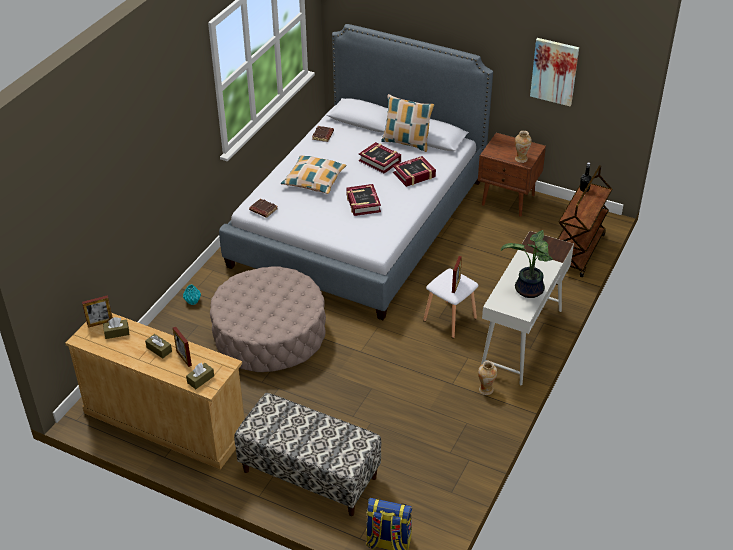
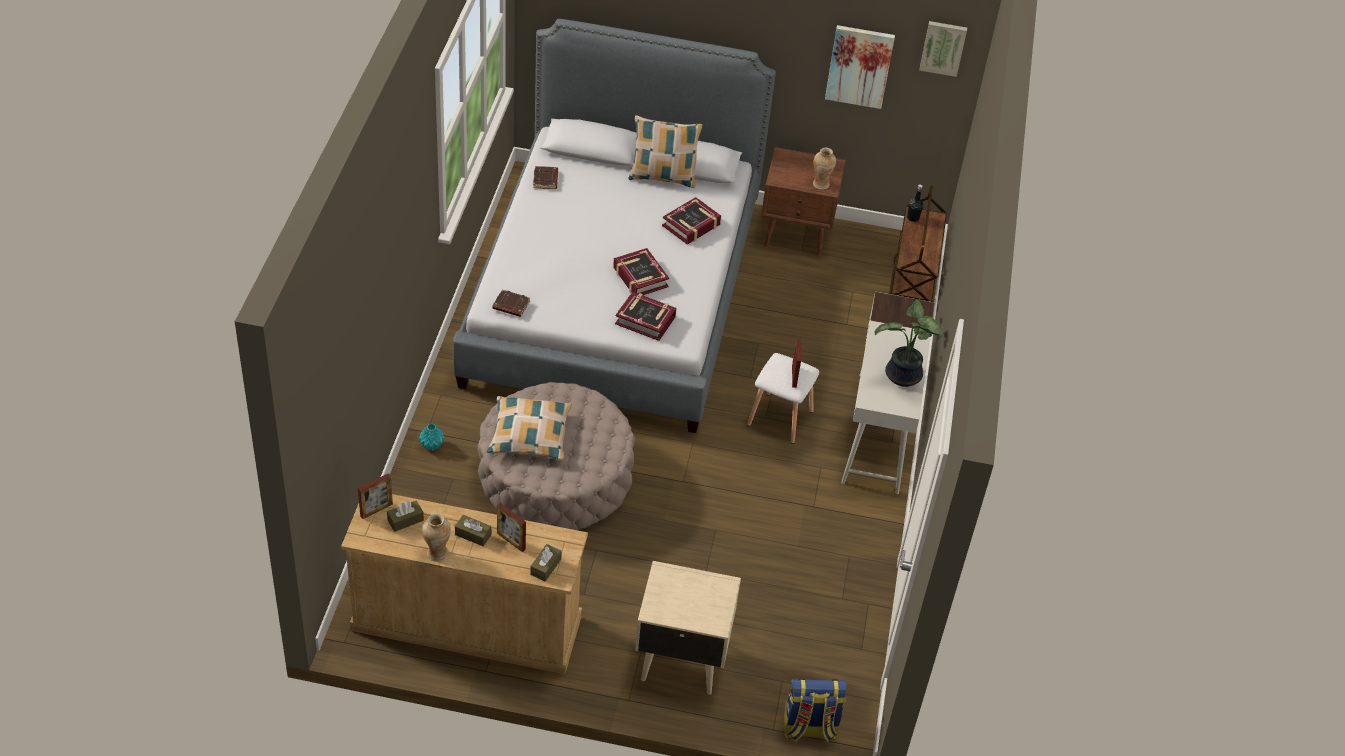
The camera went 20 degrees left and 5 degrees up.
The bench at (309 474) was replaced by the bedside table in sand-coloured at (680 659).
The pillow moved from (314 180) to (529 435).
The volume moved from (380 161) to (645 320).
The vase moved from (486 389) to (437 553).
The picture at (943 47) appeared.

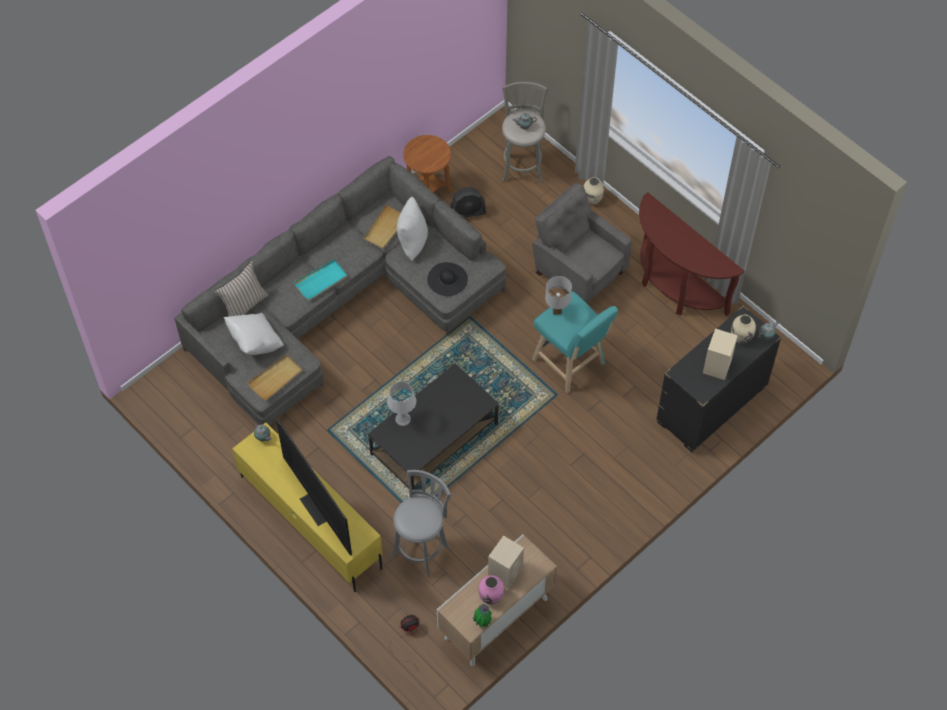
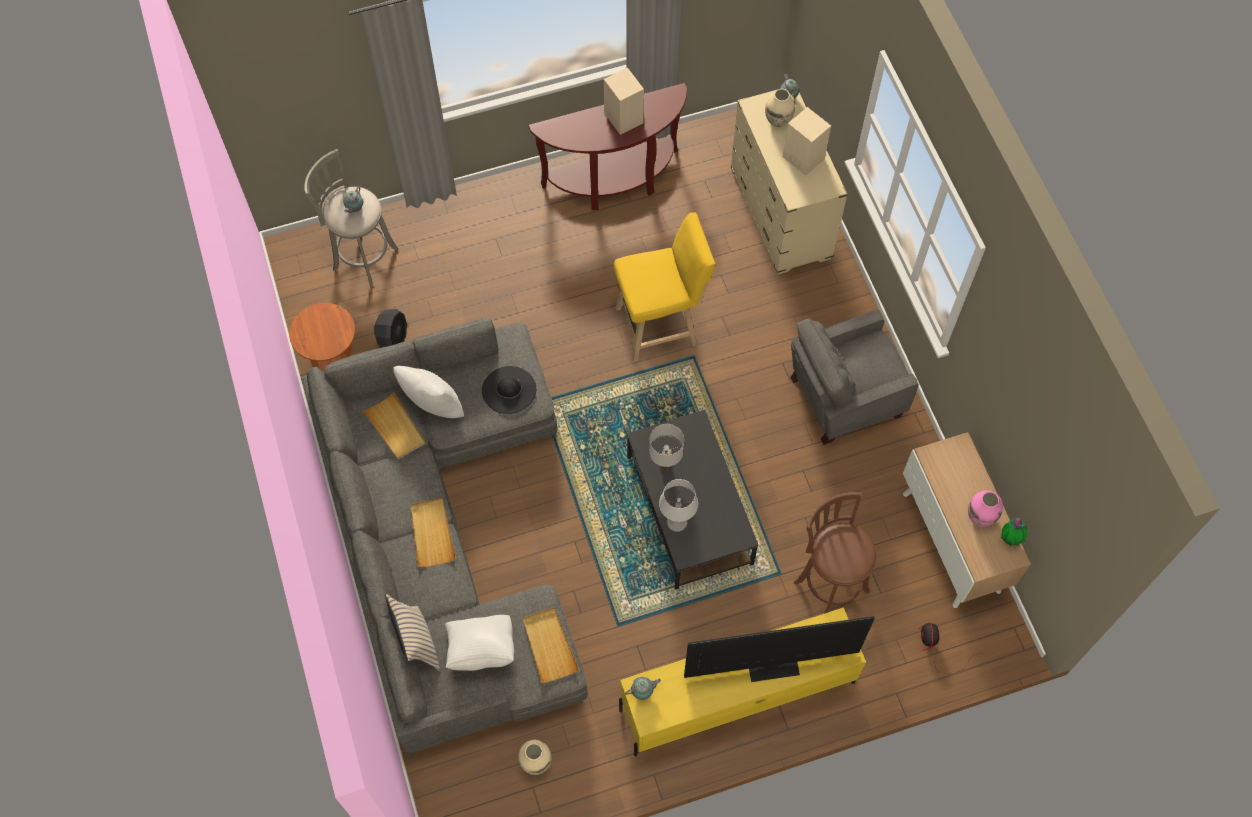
The camera went 65 degrees left and 5 degrees up.
The serving tray in turquoise-coloured at (321 281) became the serving tray in sand-coloured at (432 533).
The stool seat in grey at (422 548) became the stool seat in brown at (829 584).
The audio speaker in sand-coloured moved from (506 571) to (623 117).
The lounge chair in grey moved from (578 271) to (842 397).
The stool seat in turquoise-coloured at (571 364) became the stool seat in yellowish at (661 325).
The table lamp in white moved from (556 312) to (665 465).
The vase in sand-coloured moved from (592 199) to (535 762).
The drawer chest in black-coloured at (711 405) became the drawer chest in sand-coloured at (780 215).

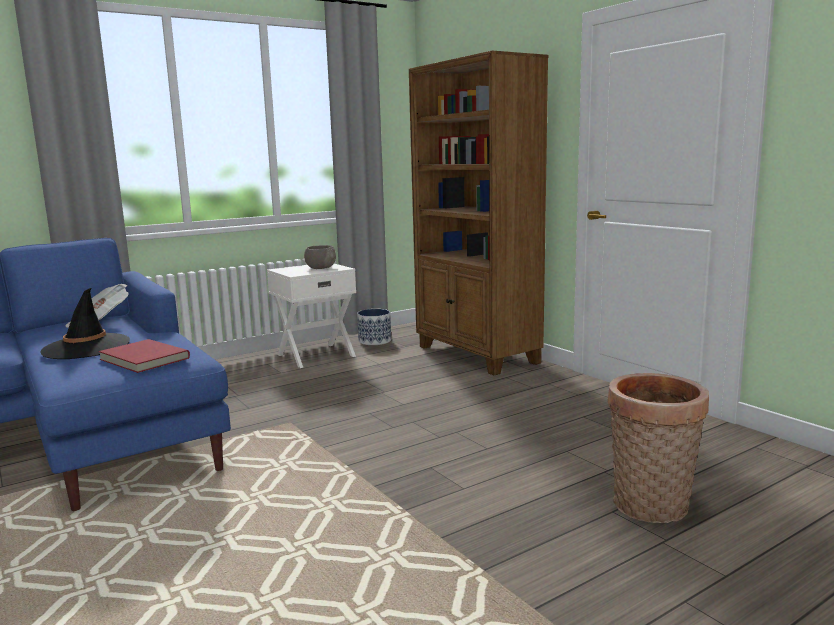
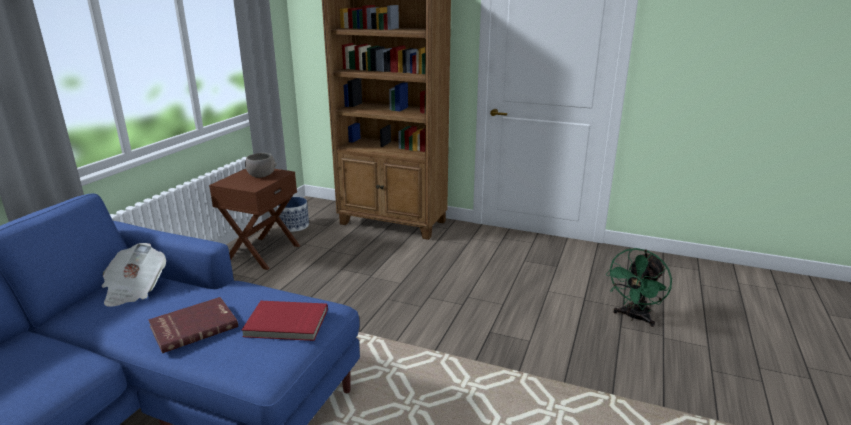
The camera went 35 degrees left and 10 degrees up.
The clothing hat in black-coloured at (86 347) was replaced by the volume in red at (193 326).
The bedside table in white at (315 355) became the bedside table in brown at (262 252).
The storage basket at (651 508) was replaced by the cooling fan in green at (634 317).

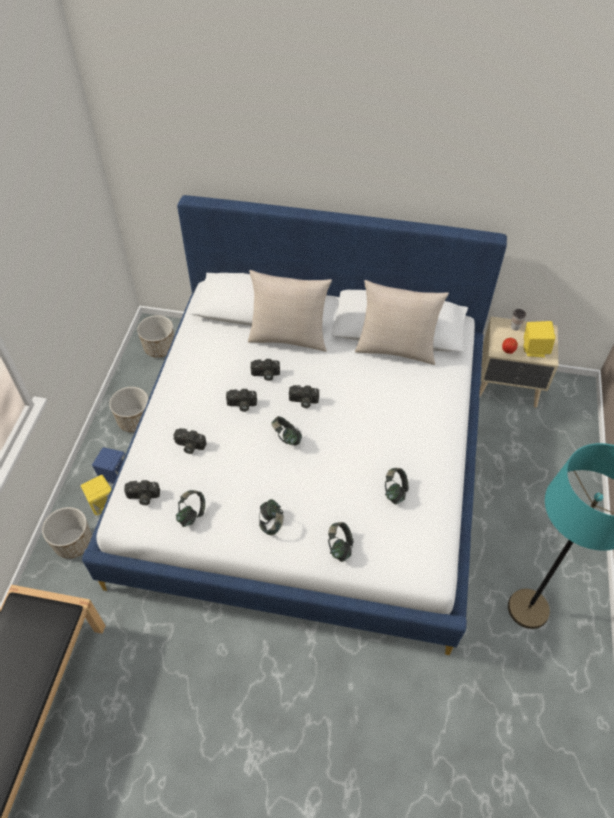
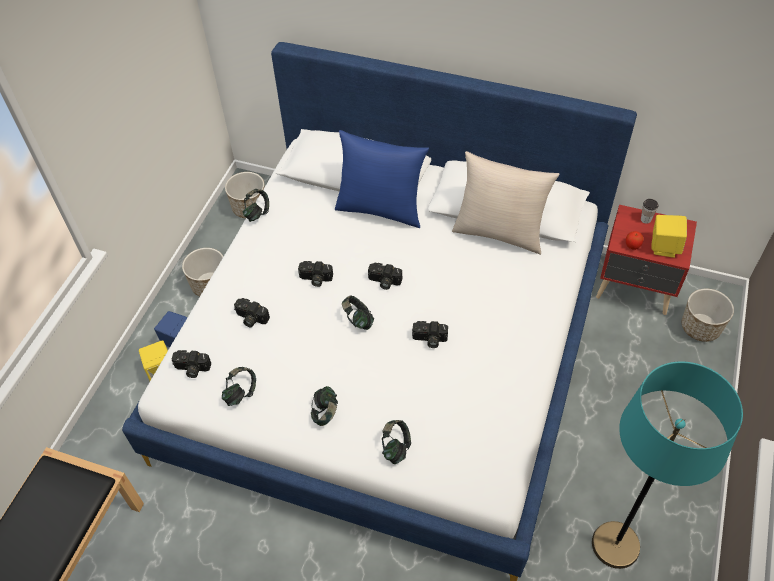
The camera went 10 degrees right and 0 degrees up.
The planter moved from (73 542) to (700 327).
The pillow in sand-coloured at (289 337) became the pillow in bluish at (381 209).
The still camera moved from (265 375) to (429 339).
The headset moved from (395 492) to (257 213).
The bedside table in sand-coloured at (507 387) became the bedside table in red at (635 289).

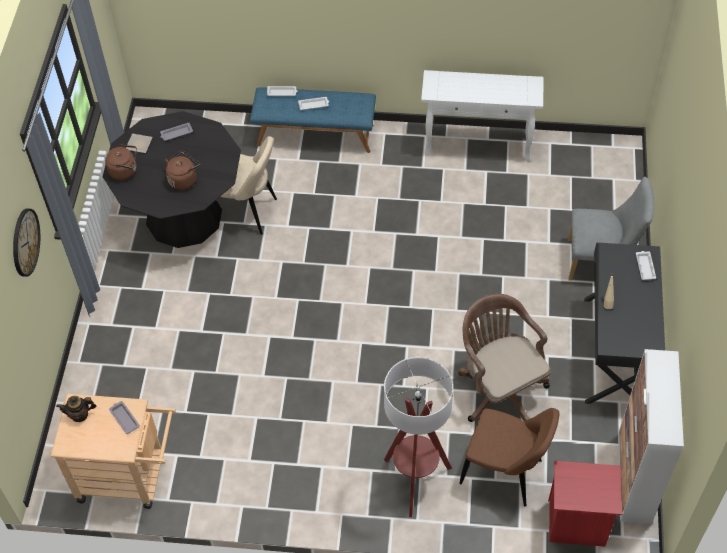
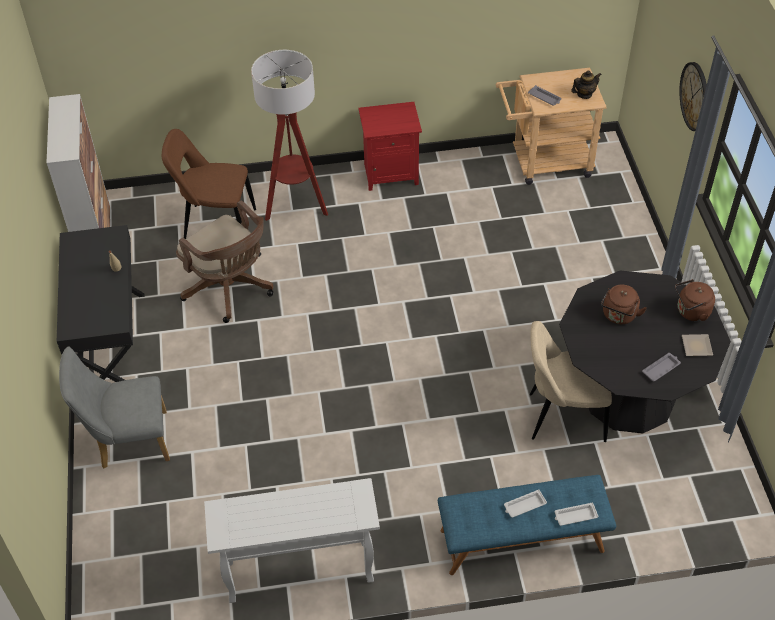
The camera went 165 degrees right and 5 degrees down.
The bedside table in red moved from (577 524) to (390 173).
The serving tray in white at (645 266) disappeared.

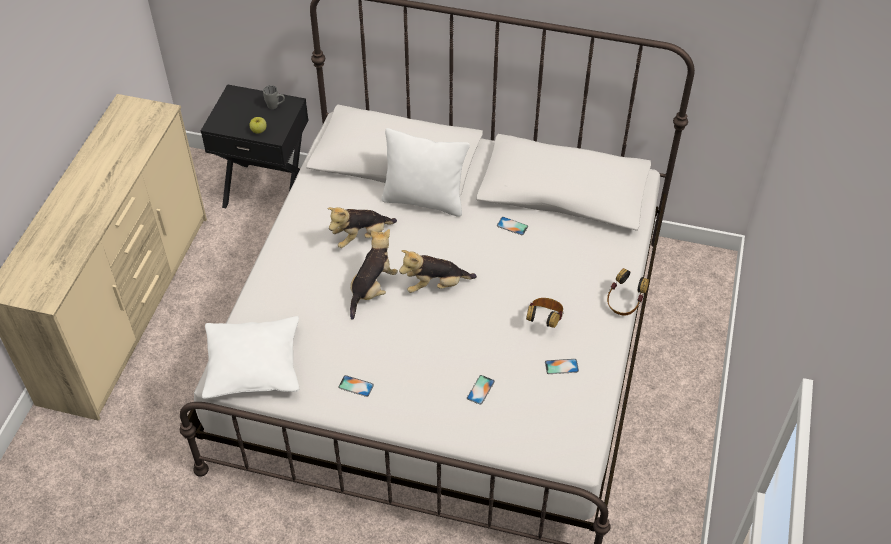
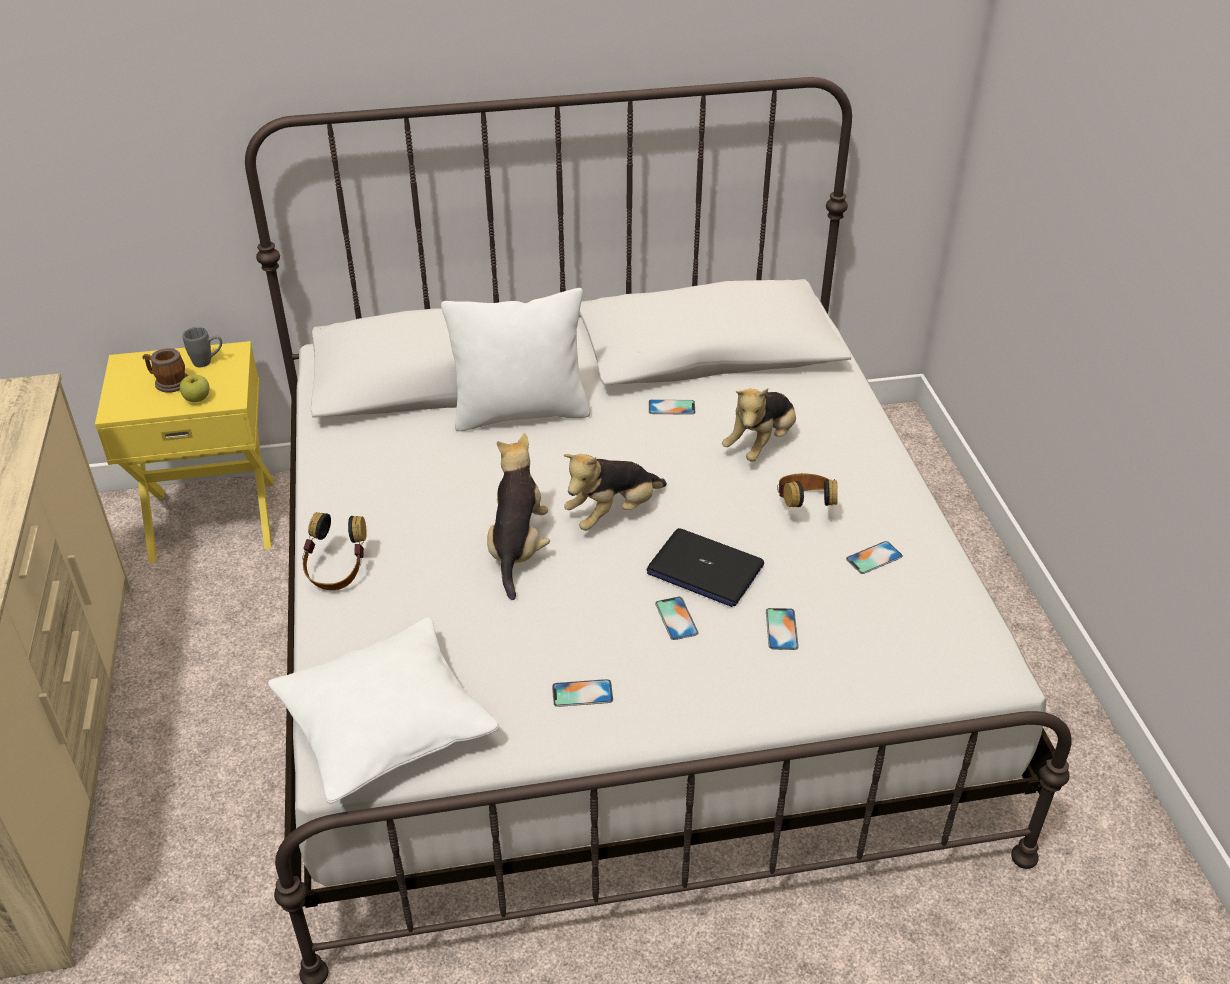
The camera went 25 degrees left and 10 degrees down.
The bedside table in black-coloured at (267 190) became the bedside table in yellowish at (213 517).
The plush toy moved from (361 237) to (761 444).
The headset moved from (624 303) to (337 571).
The coffee mug at (168 382) appeared.
The laptop at (704 569) appeared.
The telephone at (676 618) appeared.

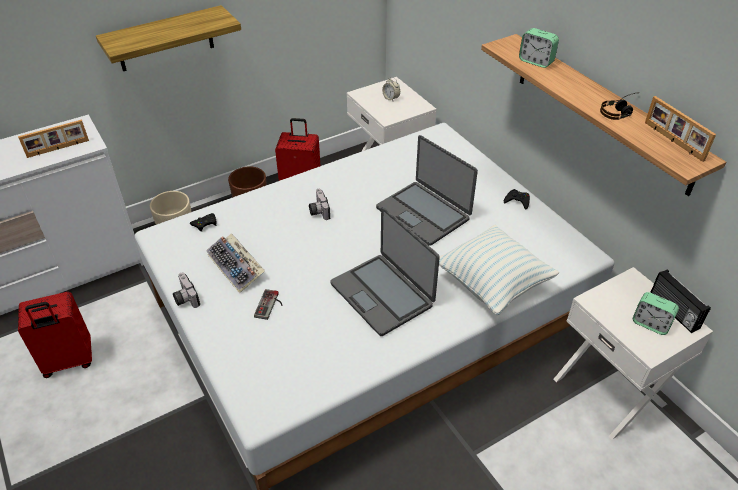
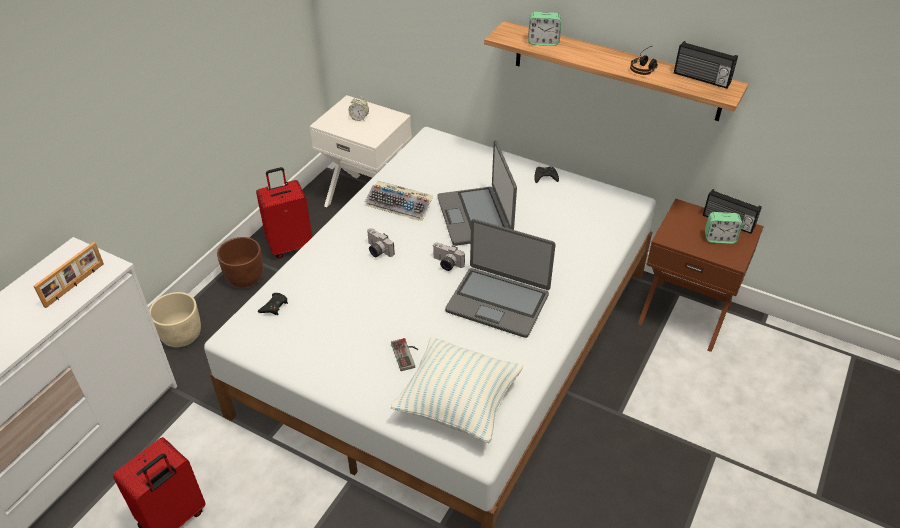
The camera went 30 degrees left and 0 degrees up.
The shelf at (165 39) disappeared.
The still camera moved from (185 298) to (446 264).
The PC keyboard moved from (237 267) to (400 205).
The laptop at (423 213) turned 60 degrees clockwise.
The pillow moved from (492 284) to (458 404).
The bedside table in white at (610 390) became the bedside table in brown at (685 314).
The photo frame at (672 141) was replaced by the radio receiver at (701 79).

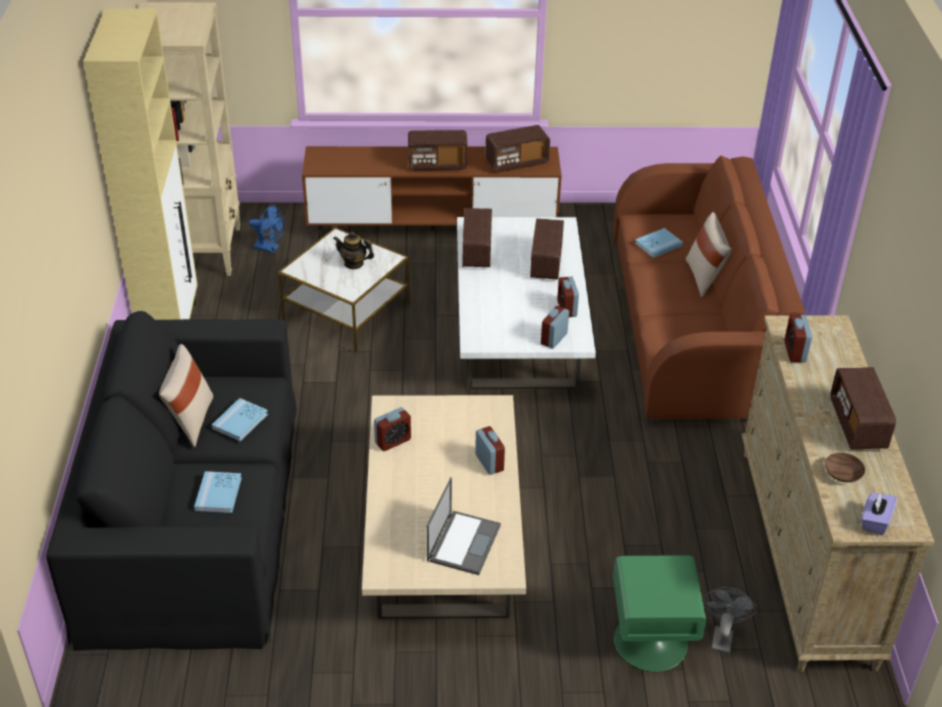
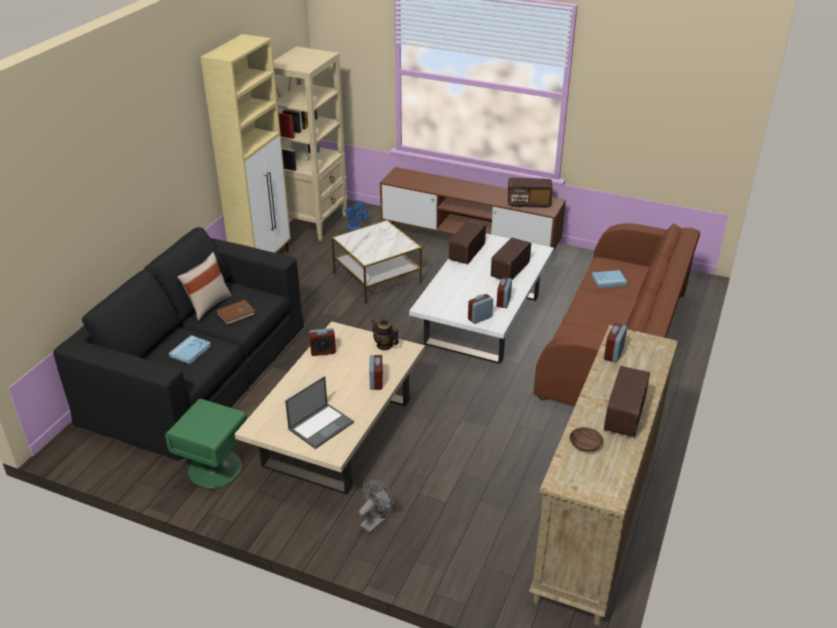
The camera went 25 degrees right and 5 degrees down.
The volume in bluish at (240 421) became the volume in brown at (236 314).
The teapot moved from (354 263) to (384 345).
The radio receiver at (437 164) disappeared.
The bedside table in green moved from (650 642) to (214 469).
The pillow in sand-coloured at (704 278) disappeared.
The cooling fan in grey moved from (722 636) to (375 520).
The box of tissues in purple at (875 521) disappeared.

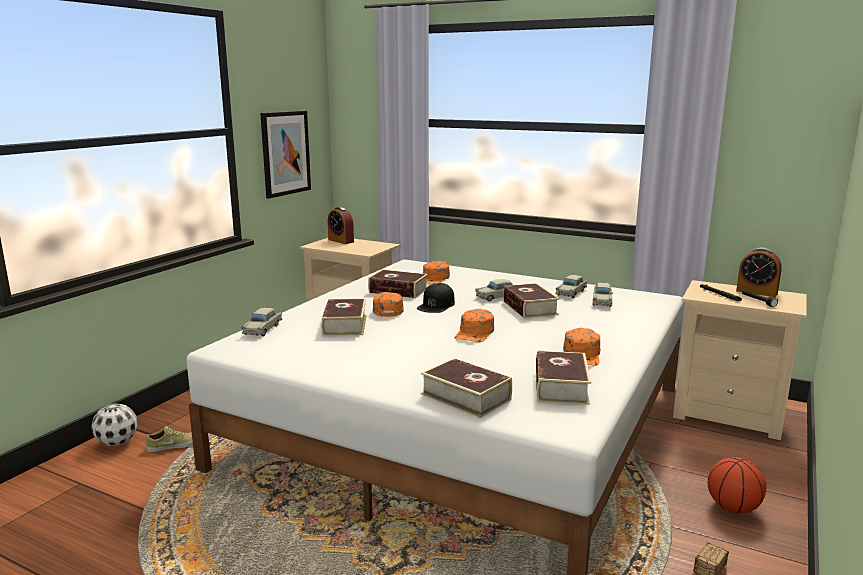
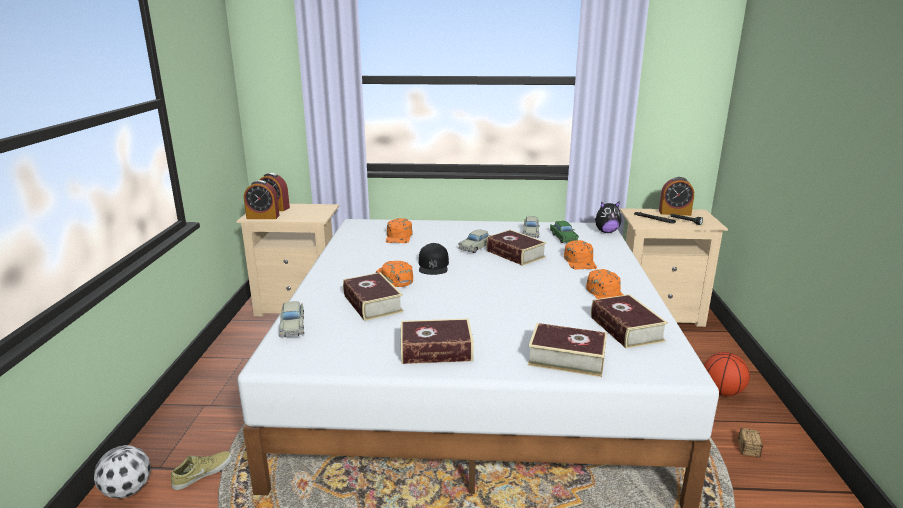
The camera went 25 degrees left and 5 degrees up.
The picture at (285 153) disappeared.
The volume moved from (398 291) to (436 350).
The peaked cap in orangey moved from (475 333) to (580 261).
The model car in sand-coloured at (602 301) became the model car in green at (563 237).
The table clock at (263 217) appeared.
The plush toy at (606 232) appeared.

